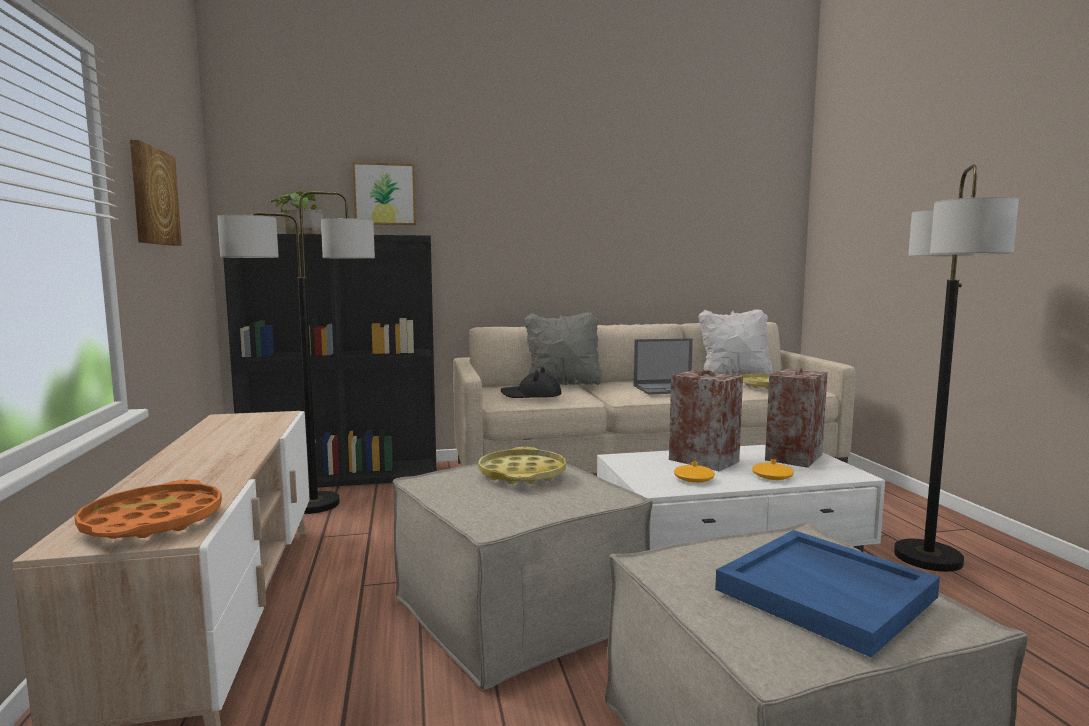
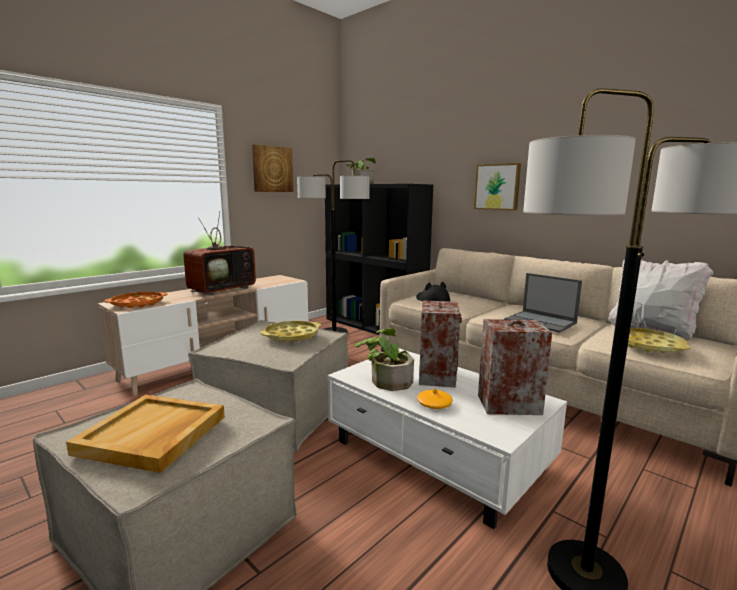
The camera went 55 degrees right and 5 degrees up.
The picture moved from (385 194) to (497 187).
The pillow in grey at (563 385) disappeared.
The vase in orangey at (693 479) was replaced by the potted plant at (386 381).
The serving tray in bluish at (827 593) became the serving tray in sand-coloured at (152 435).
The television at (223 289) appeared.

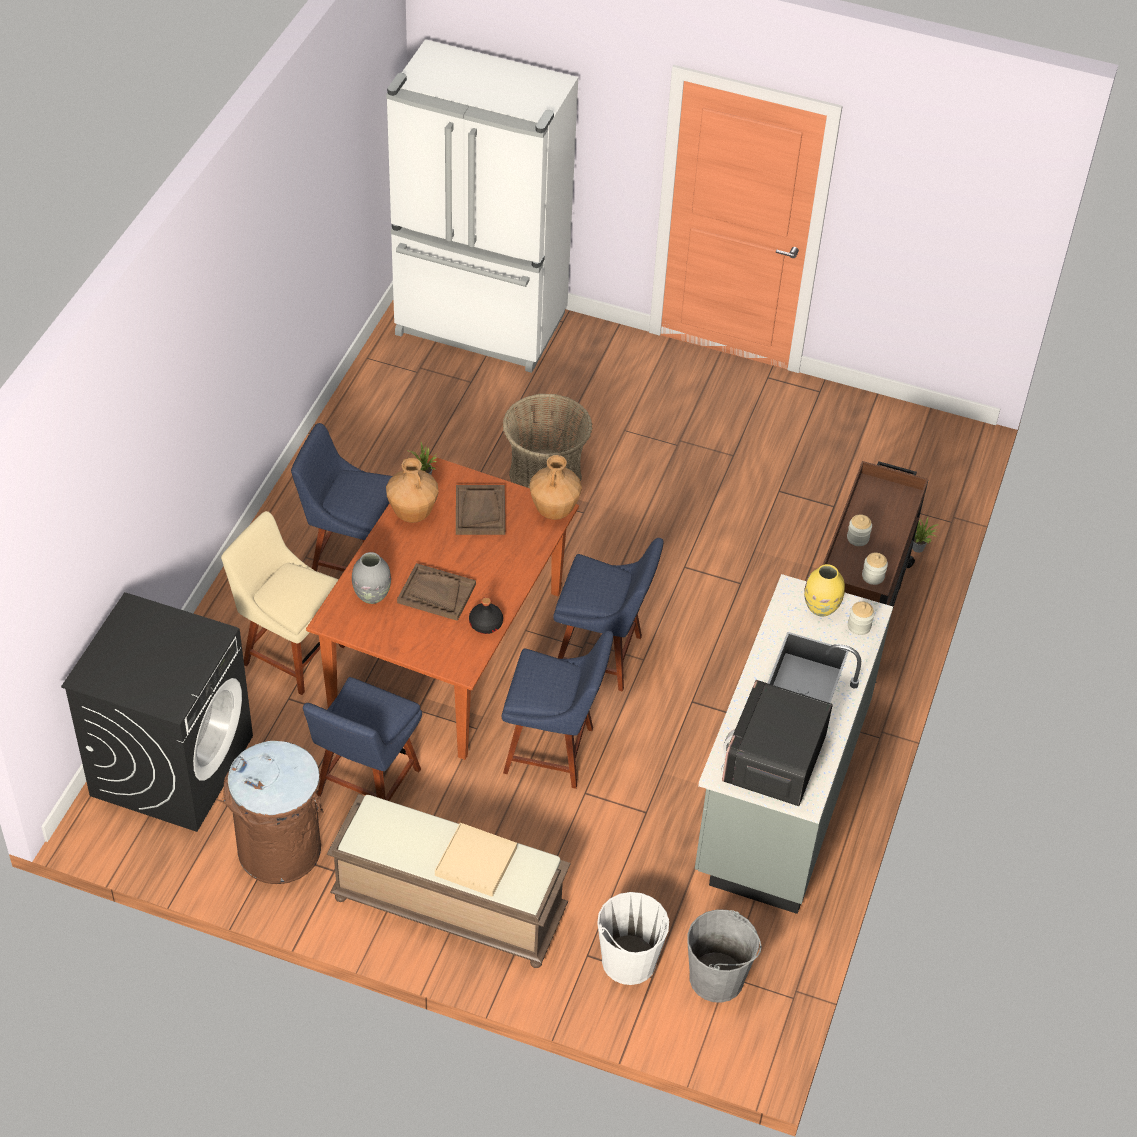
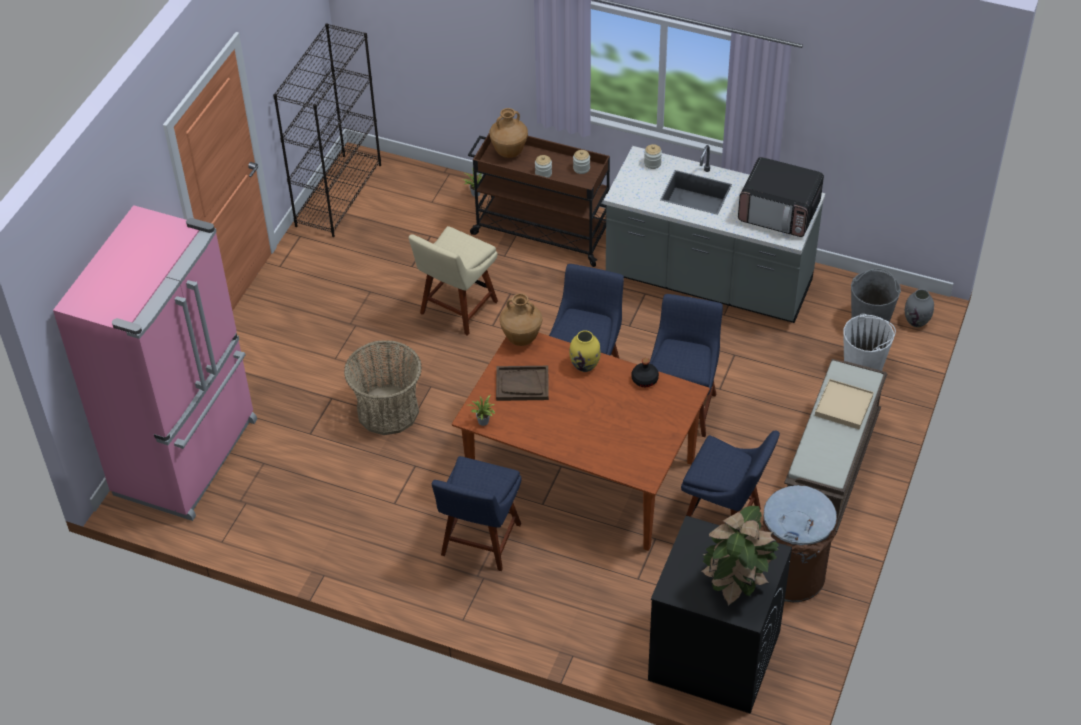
The camera went 85 degrees left and 0 degrees up.
The chair in sand-coloured moved from (290 652) to (456 310).
The vase in grey moved from (372 596) to (916 321).
The fridge in white at (480 326) became the fridge in pink-coloured at (189 457).
The vase in brown moved from (413 514) to (509 152).
The serving tray in brown at (436 593) disappeared.
The vase in yellowish moved from (821 608) to (585 365).
The bookshelf in black-coloured at (338 194) appeared.
The potted plant at (736 585) appeared.

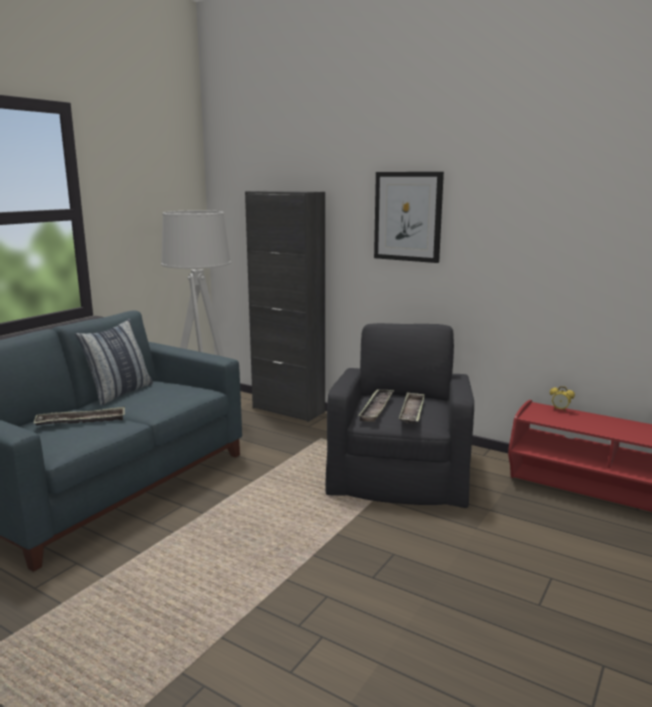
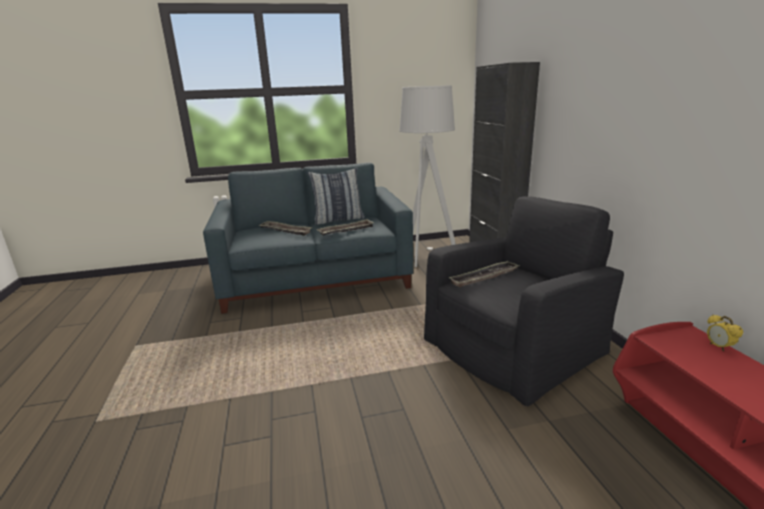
The camera went 45 degrees right and 5 degrees up.
The picture at (408 216) disappeared.
The serving tray moved from (412 412) to (346 230).

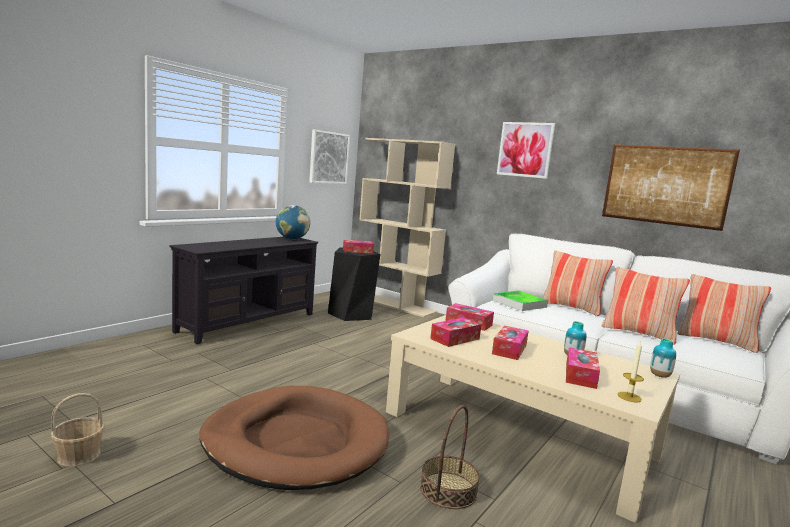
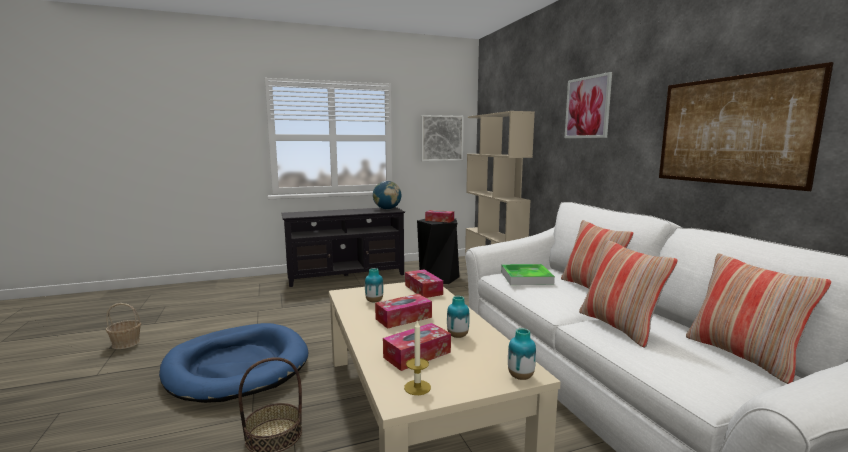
The camera went 35 degrees right and 0 degrees up.
The pet bed in brown at (296 442) became the pet bed in bluish at (237 366).
The box of tissues at (455 339) was replaced by the vase at (374 301).

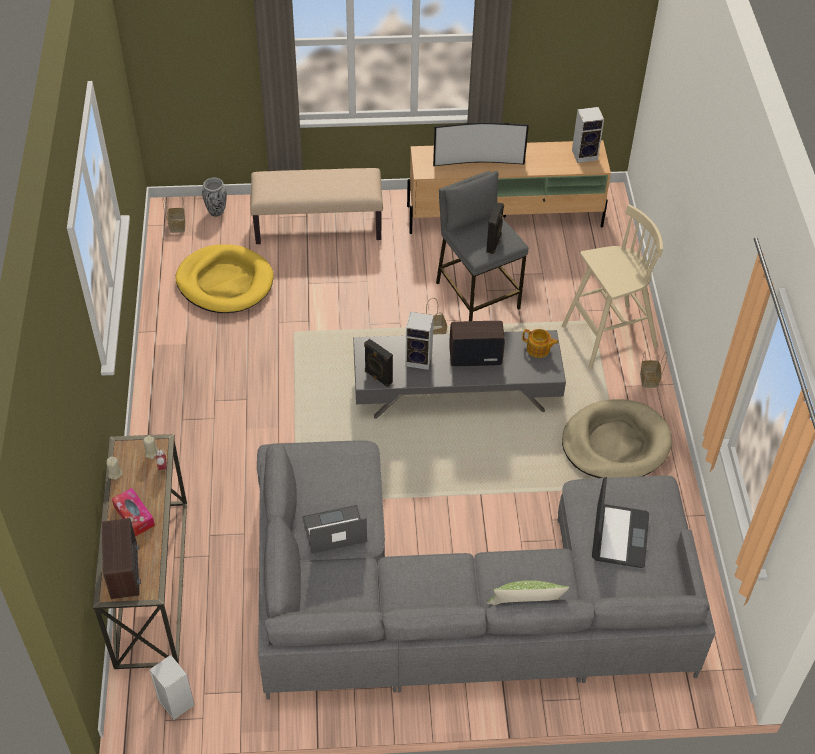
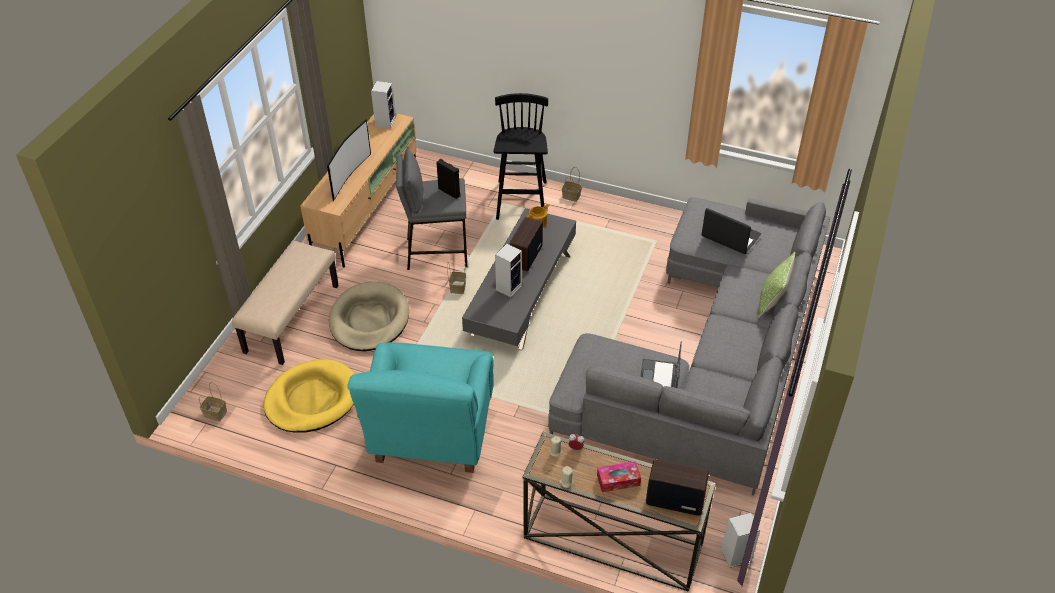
The camera went 65 degrees left and 5 degrees down.
The vase at (216 211) disappeared.
The audio speaker in black-coloured at (377 377) disappeared.
The stool seat in sand-coloured at (607 337) became the stool seat in black-coloured at (521 201).
The pet bed in sand-coloured moved from (615 443) to (369 320).
The lounge chair in turquoise-coloured at (432 436) appeared.

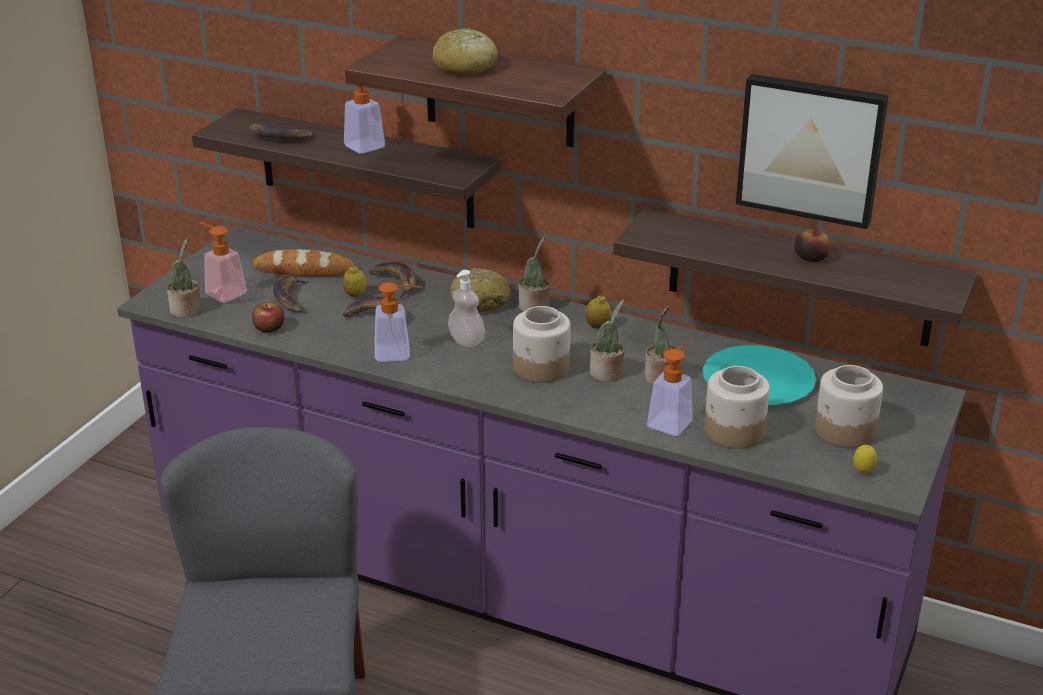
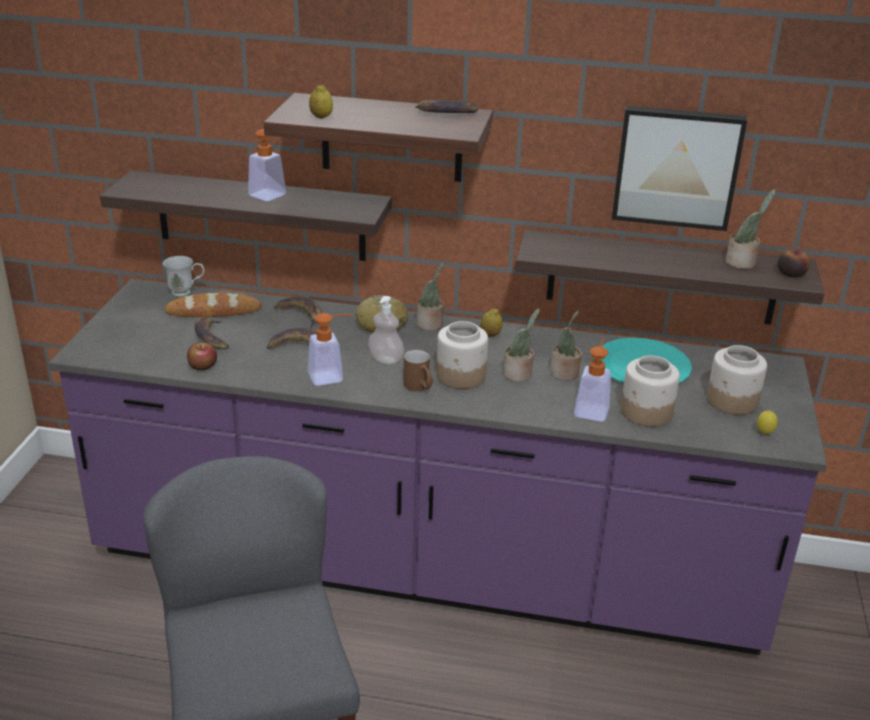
The camera went 15 degrees left and 0 degrees up.
The potted plant moved from (187 311) to (742 263).
The soap bottle at (221 292) disappeared.
The banana moved from (278 138) to (445 113).
The citrus fruit moved from (355 295) to (321 117).
The bread at (465 67) disappeared.
The apple moved from (811 257) to (791 274).
The coffee mug in white at (186 293) appeared.
The coffee mug in brown at (419 388) appeared.

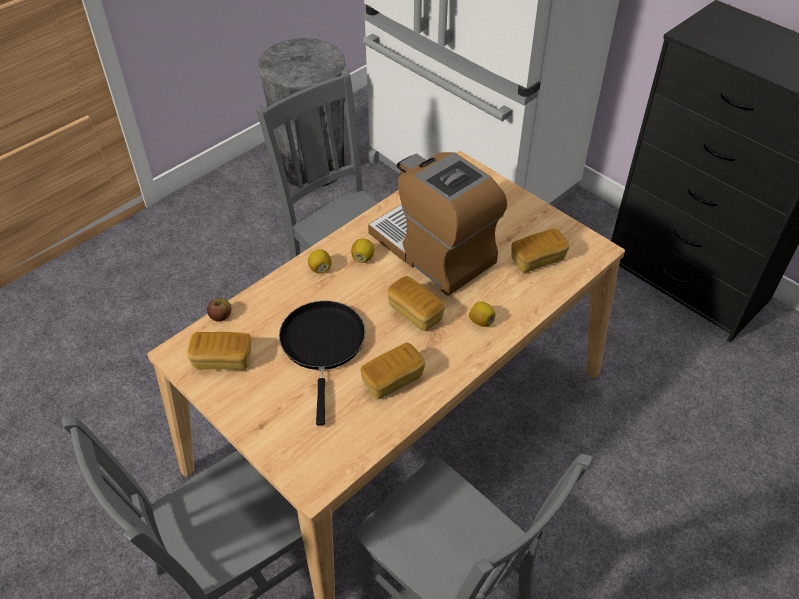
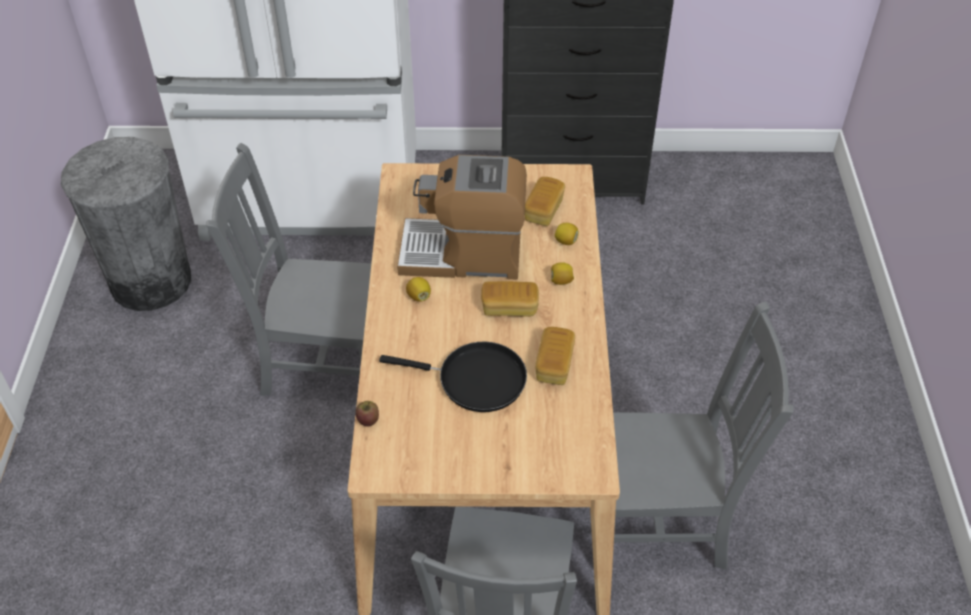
The camera went 45 degrees left and 0 degrees up.
The bread at (223 359) disappeared.
The skillet in black-coloured at (323 345) turned 150 degrees clockwise.
The citrus fruit moved from (320 268) to (566 241).

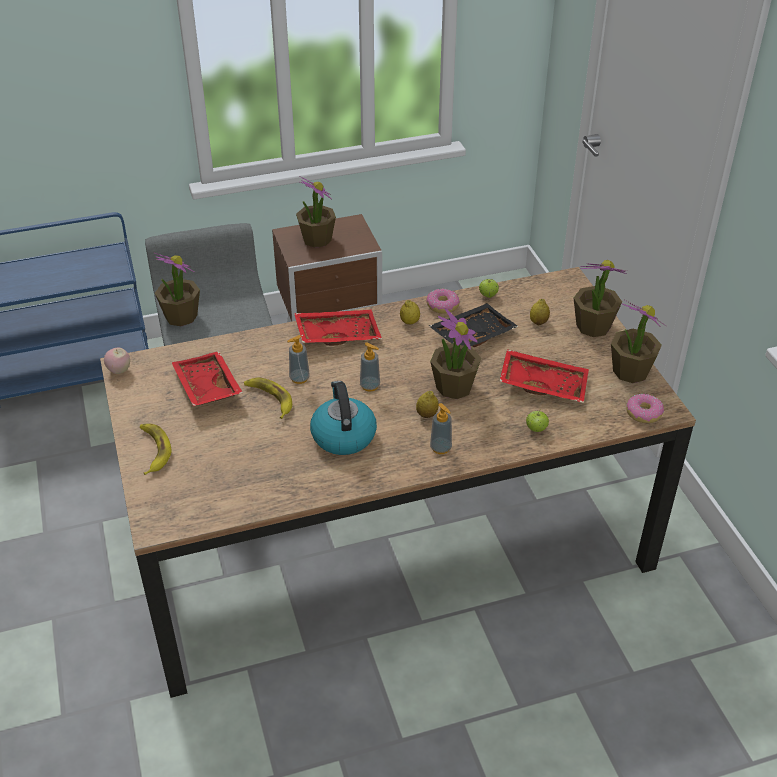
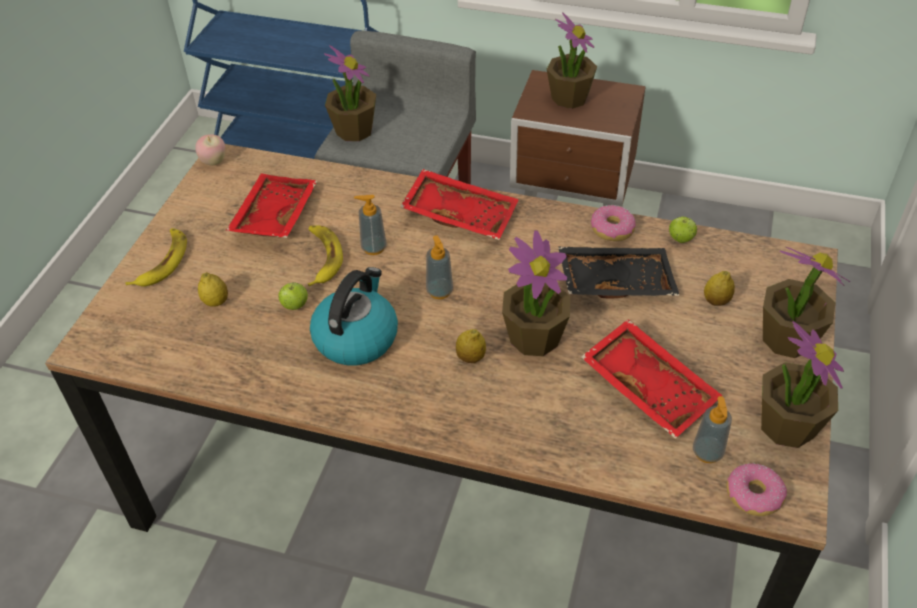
The camera went 35 degrees right and 5 degrees up.
The citrus fruit moved from (409 322) to (216 302).
The soap bottle moved from (440 448) to (707 452).
The apple moved from (536 429) to (295 306).

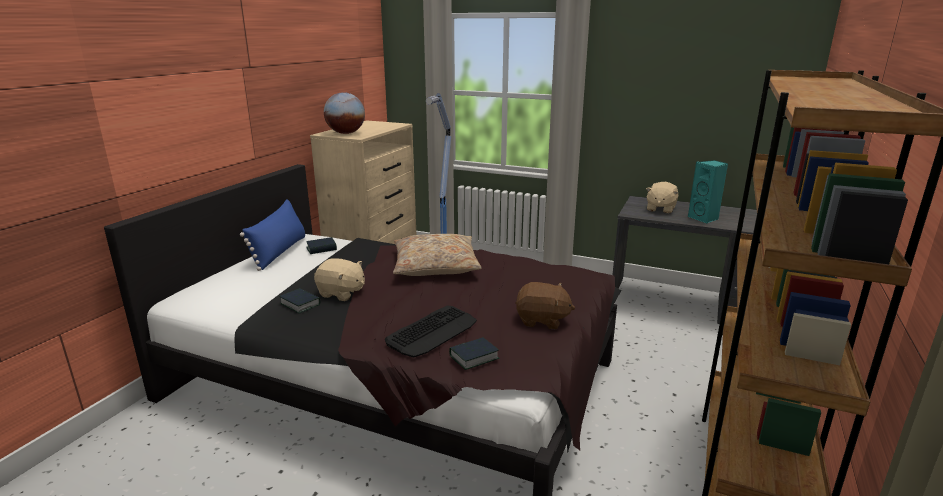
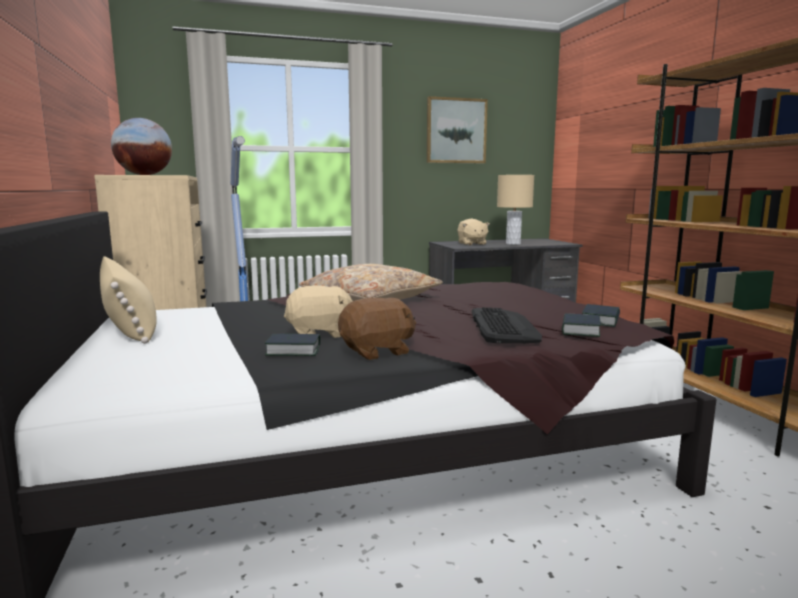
The camera went 40 degrees left and 10 degrees down.
The pillow in bluish at (279 252) became the pillow in sand-coloured at (130 327).
The volume moved from (321 249) to (600 320).
The plush toy in brown moved from (542 320) to (377 352).
The audio speaker in turquoise-coloured at (704 218) was replaced by the table lamp in sand-coloured at (513 244).
The picture at (456 131) appeared.

